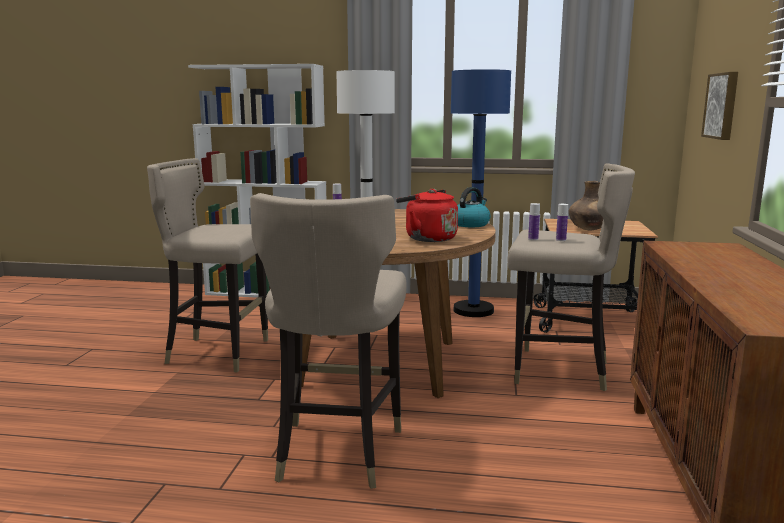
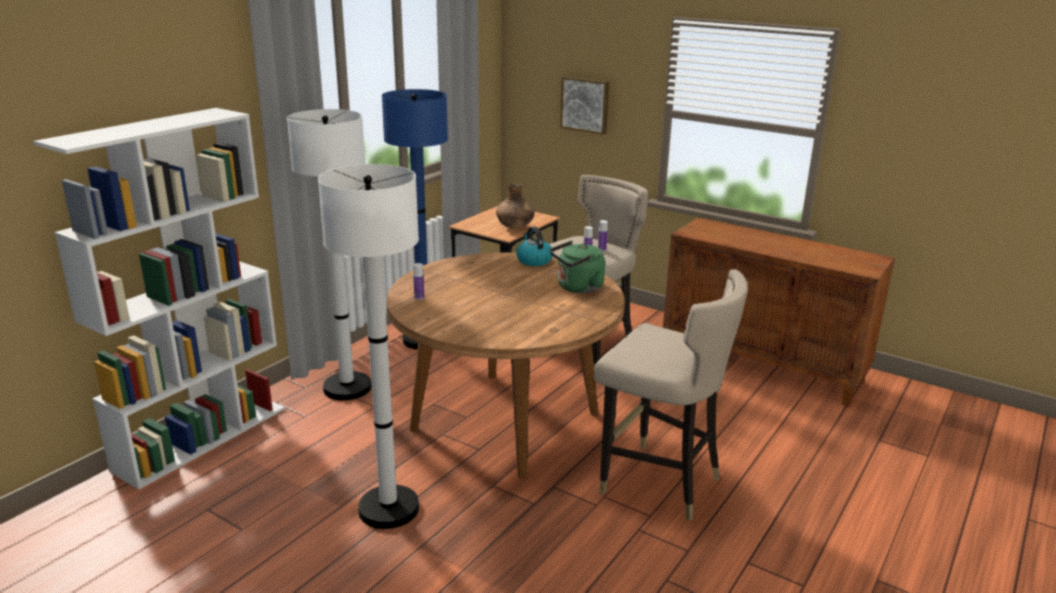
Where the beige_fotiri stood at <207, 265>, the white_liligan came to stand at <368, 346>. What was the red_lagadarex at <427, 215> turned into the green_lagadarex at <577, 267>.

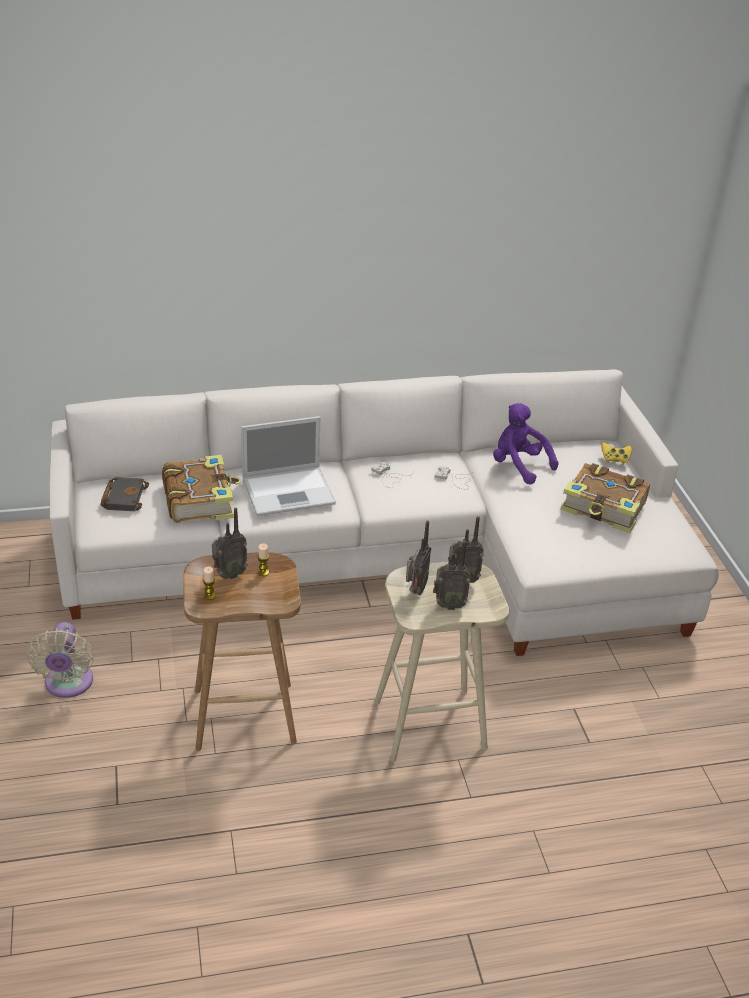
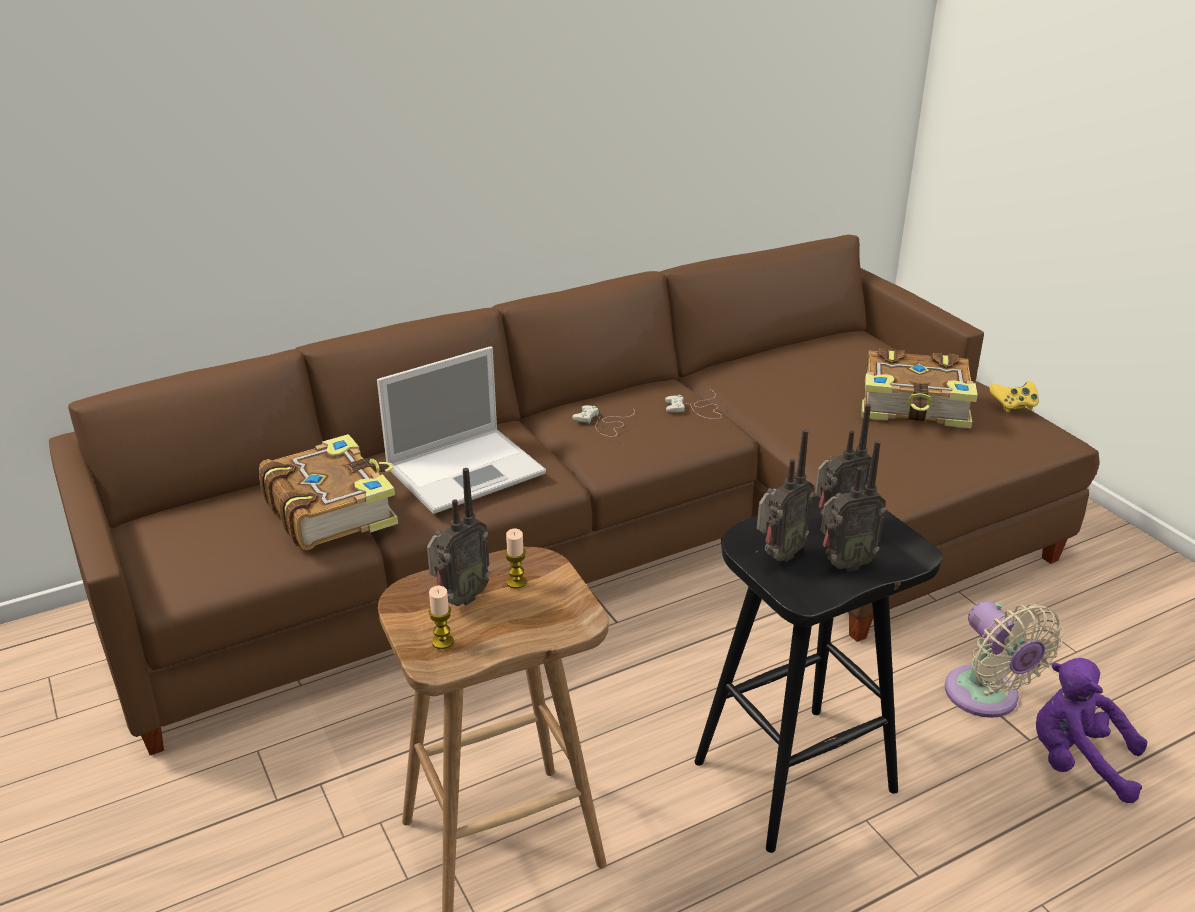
The second view lost the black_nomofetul at <124, 494>. The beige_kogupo ended up elsewhere, having gone from <60, 660> to <1004, 659>. The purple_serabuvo ended up elsewhere, having gone from <525, 444> to <1091, 730>. The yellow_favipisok ended up elsewhere, having gone from <616, 454> to <1014, 396>. What was the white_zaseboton at <384, 512> turned into the brown_zaseboton at <574, 495>. What was the beige_fotiri at <442, 661> turned into the black_fotiri at <818, 674>. The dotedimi at <418, 558> ended up facing another way, 45 degrees clockwise from before.

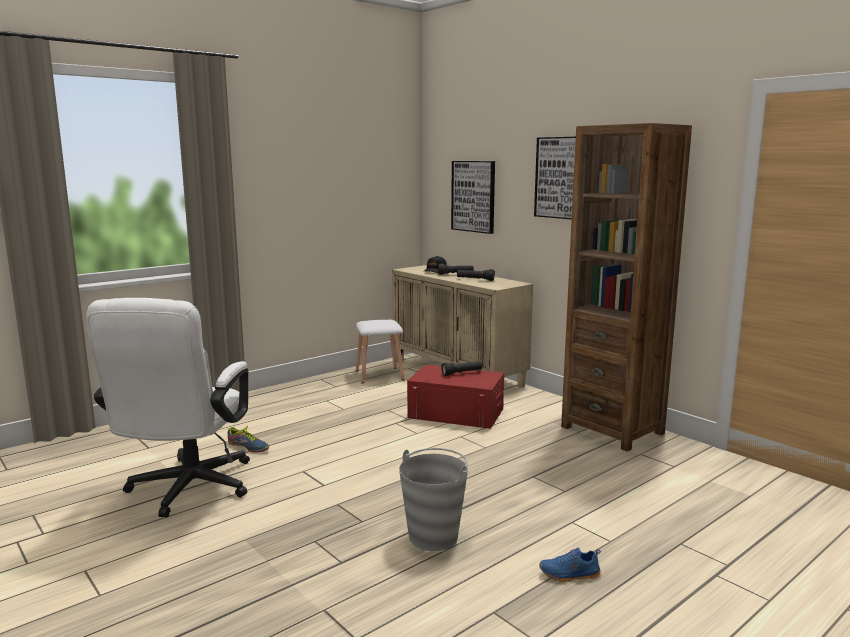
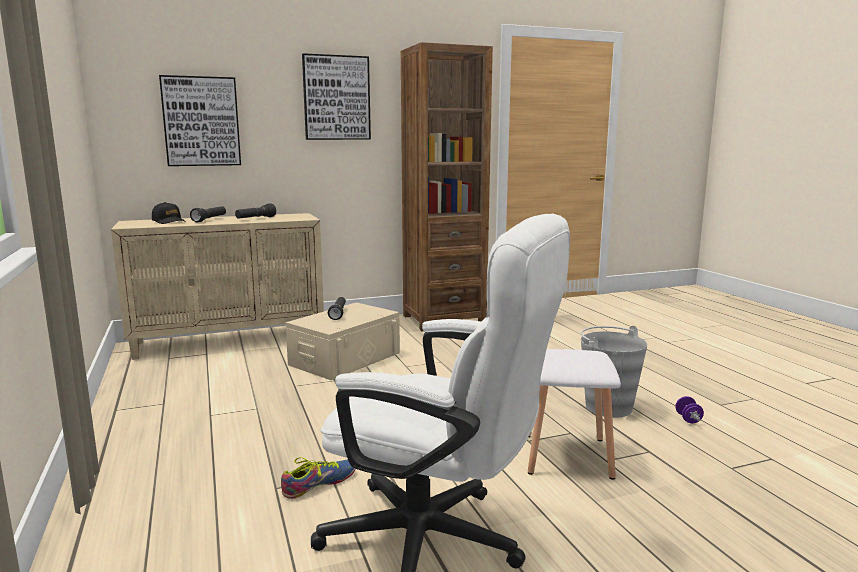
The second view lost the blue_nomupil at <570, 564>. The second view gained the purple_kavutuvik at <689, 409>. The white_fotiri ended up elsewhere, having gone from <380, 351> to <574, 414>. What was the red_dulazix at <455, 397> turned into the beige_dulazix at <342, 341>.

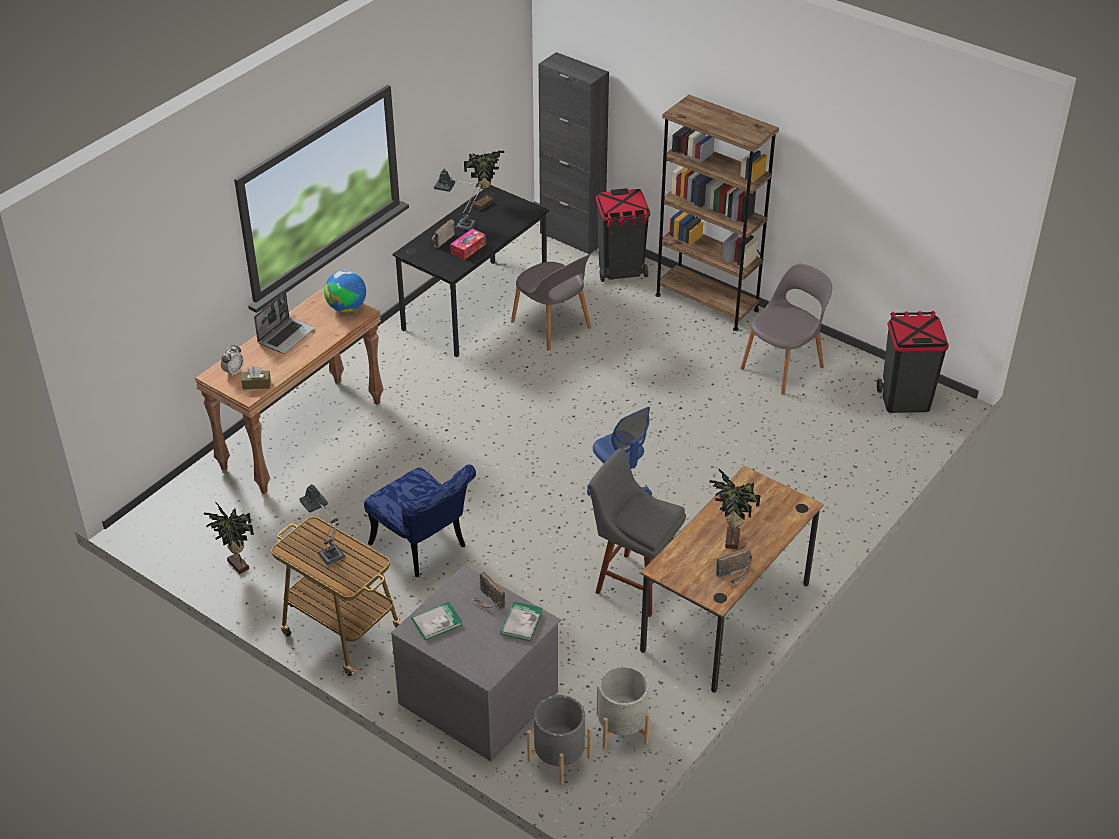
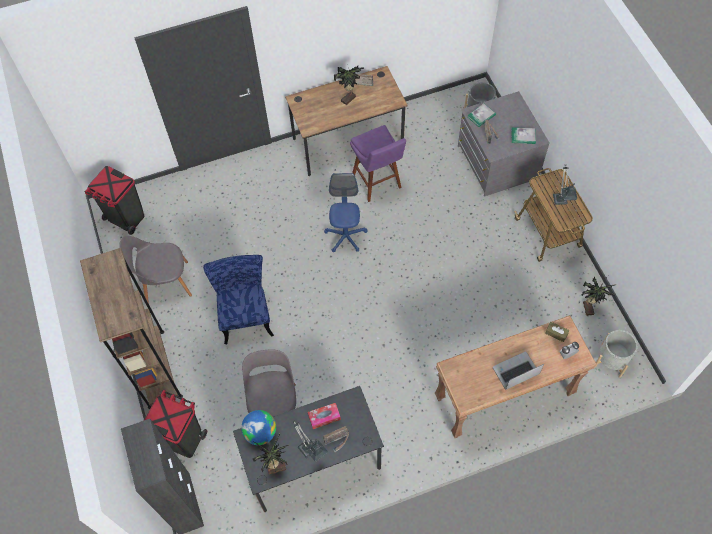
The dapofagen ended up elsewhere, having gone from <345, 291> to <258, 427>. The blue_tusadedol ended up elsewhere, having gone from <420, 520> to <238, 299>. The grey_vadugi ended up elsewhere, having gone from <623, 707> to <616, 354>. What was the grey_fotiri at <637, 532> turned into the purple_fotiri at <378, 163>.

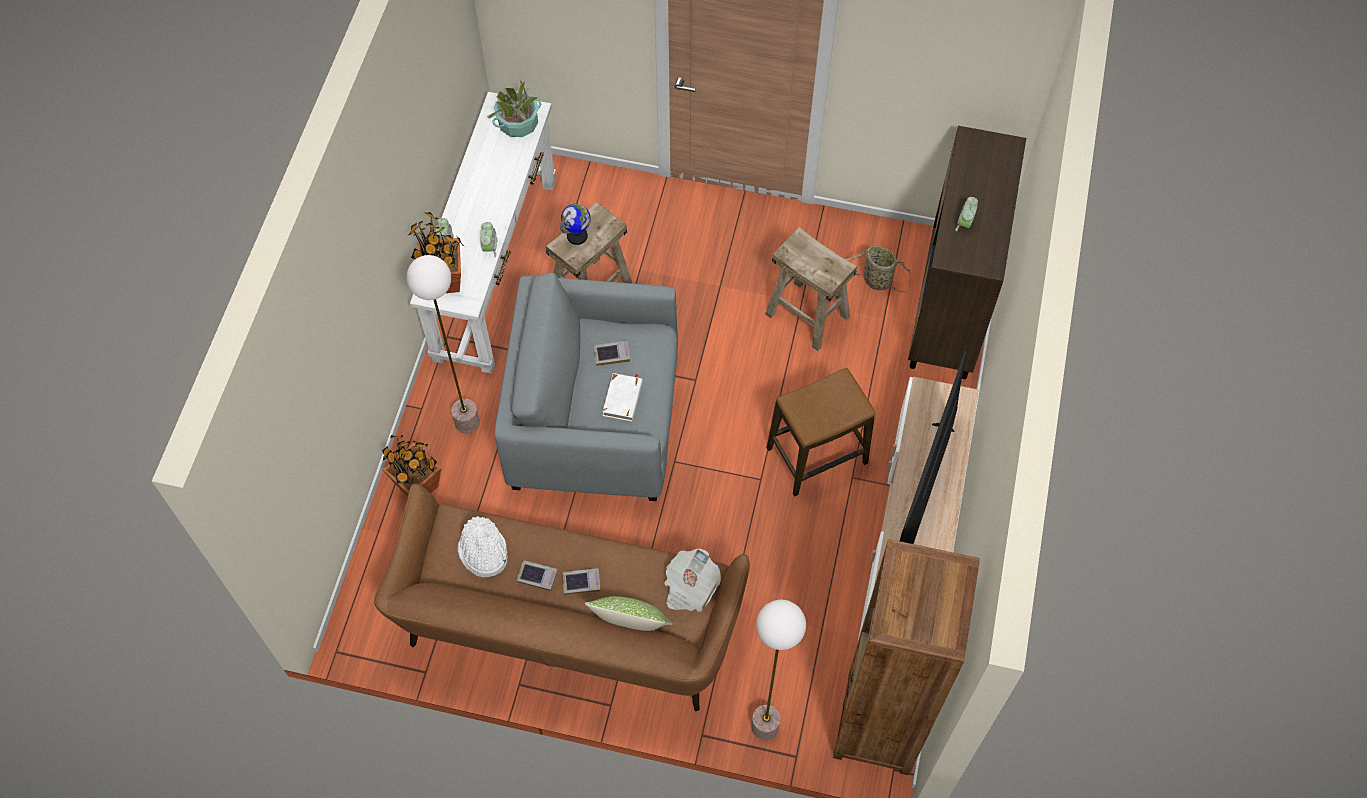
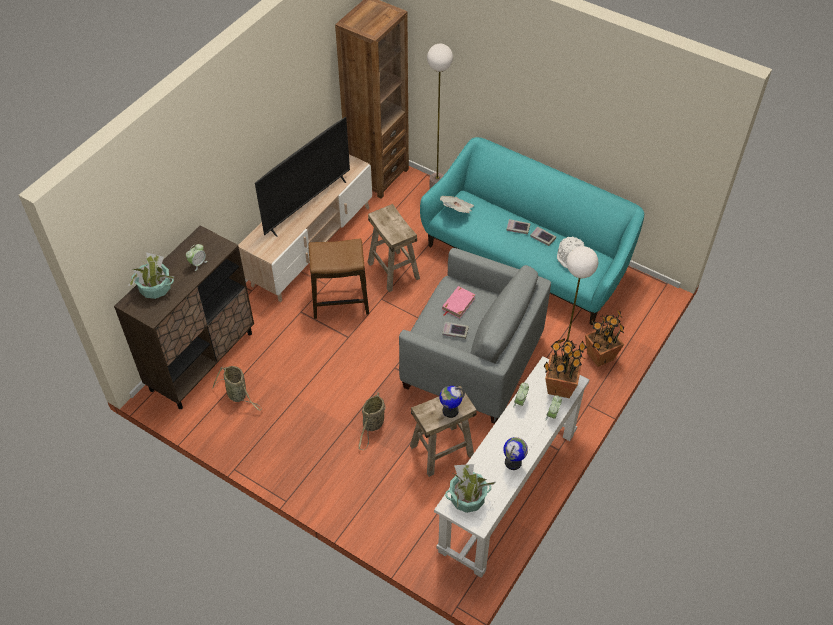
The second view lost the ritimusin at <629, 613>. The second view gained the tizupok at <151, 275>. The second view gained the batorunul at <372, 421>. The second view gained the dapofagen at <515, 453>. The beige_fotiri ended up elsewhere, having gone from <811, 289> to <393, 248>. What was the brown_zaseboton at <562, 597> turned into the turquoise_zaseboton at <532, 231>. What was the white_nomofetul at <622, 397> turned into the pink_nomofetul at <459, 302>.

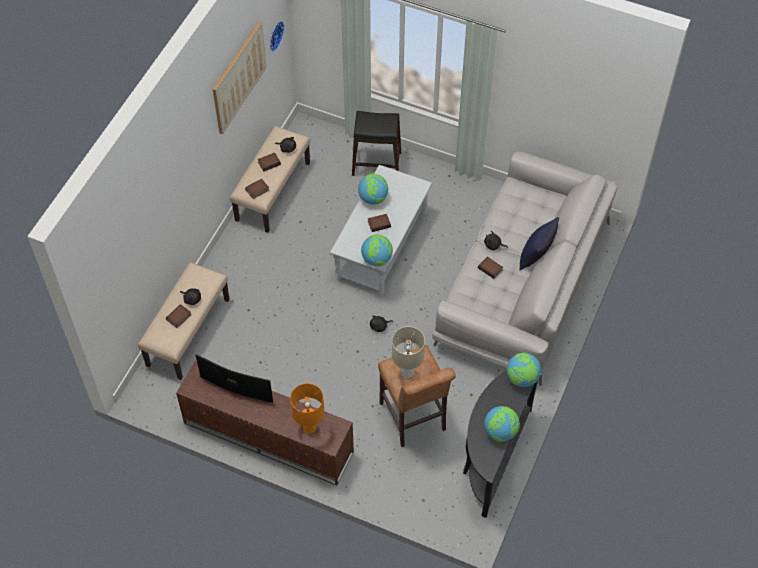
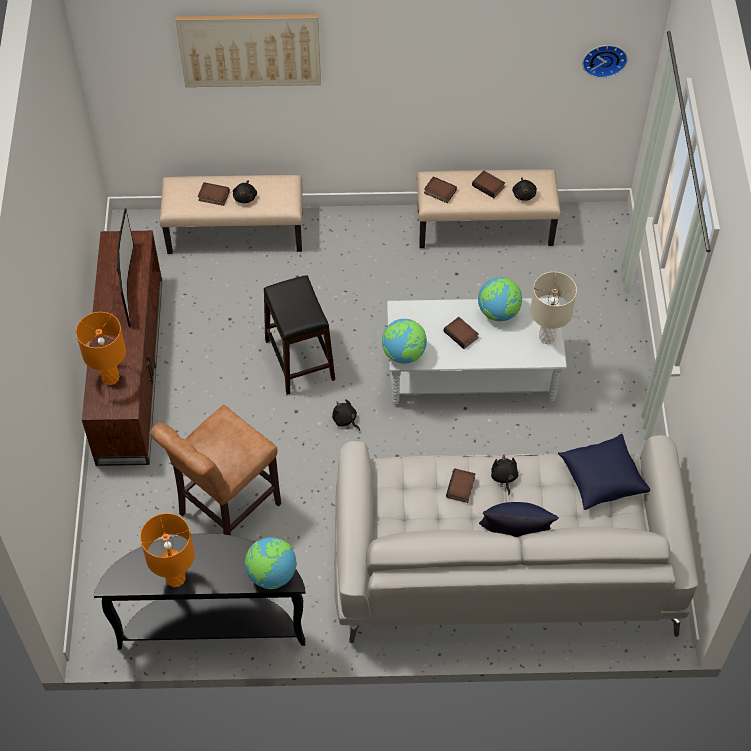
The second view gained the blue_ritimusin at <604, 472>. The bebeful ended up elsewhere, having gone from <240, 78> to <248, 50>. The black_fotiri ended up elsewhere, having gone from <376, 143> to <299, 335>. The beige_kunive ended up elsewhere, having gone from <408, 352> to <553, 308>. Where the dapofagen stood at <502, 424>, the orange_kunive came to stand at <167, 550>.

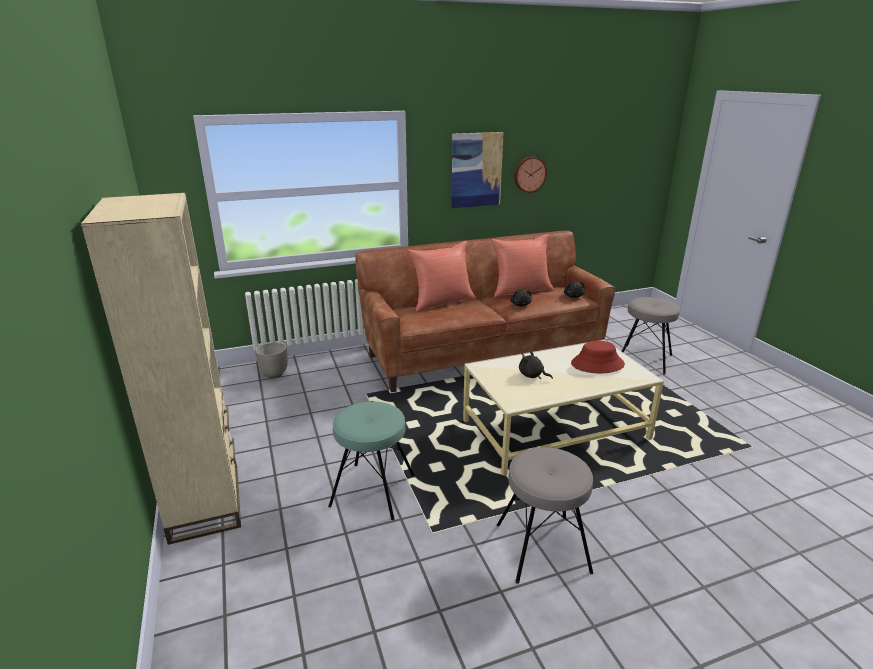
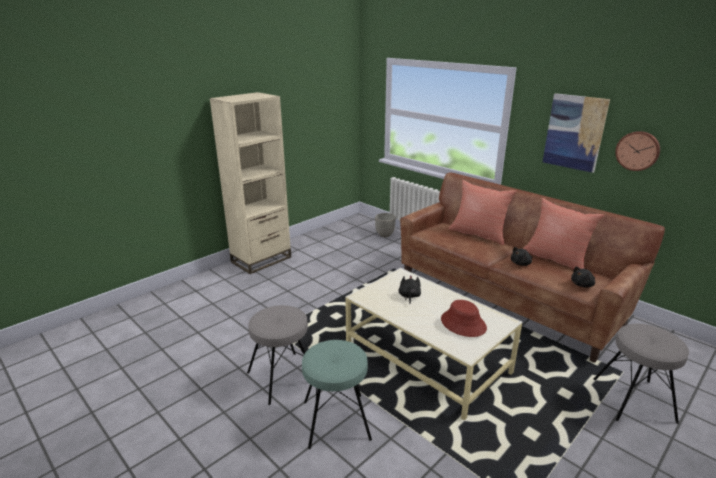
The turquoise_fotiri ended up elsewhere, having gone from <371, 461> to <337, 394>.

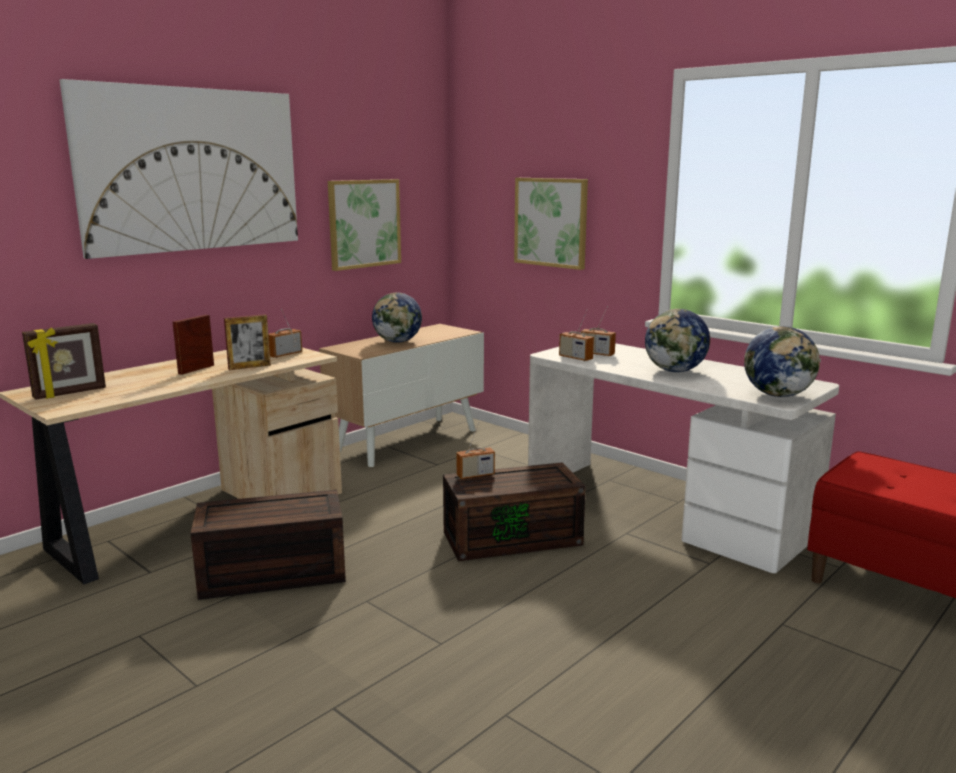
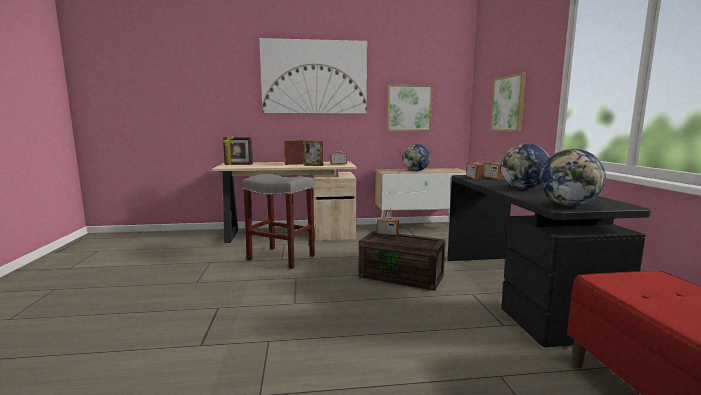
Where the brown_dulazix stood at <268, 545>, the grey_fotiri came to stand at <278, 221>. What was the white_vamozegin at <683, 458> turned into the black_vamozegin at <549, 261>.

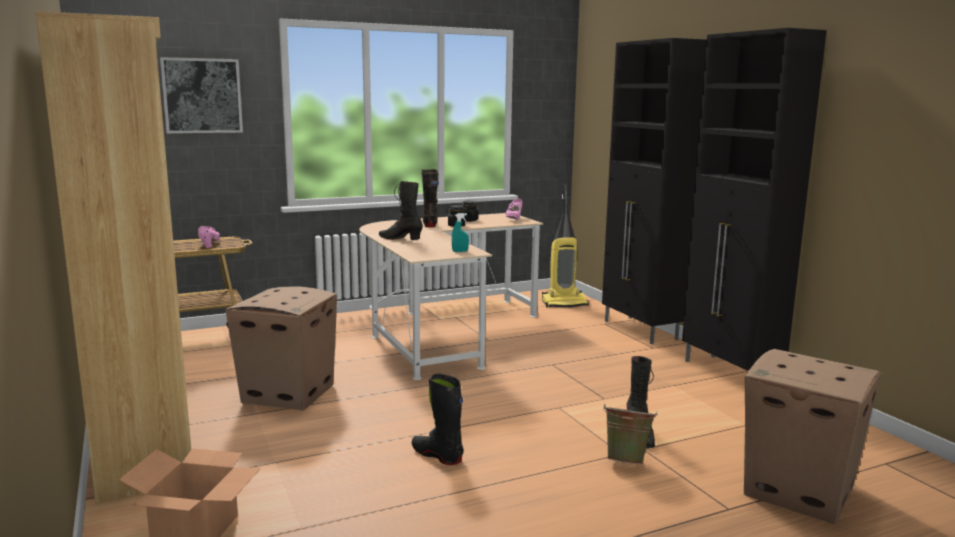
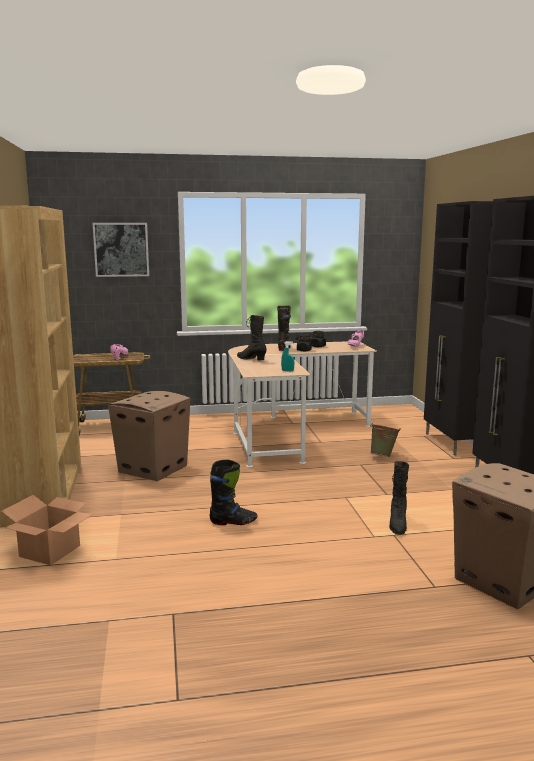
The second view lost the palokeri at <565, 245>. The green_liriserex ended up elsewhere, having gone from <630, 434> to <385, 440>. The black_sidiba at <437, 419> ended up facing another way, 120 degrees clockwise from before.

